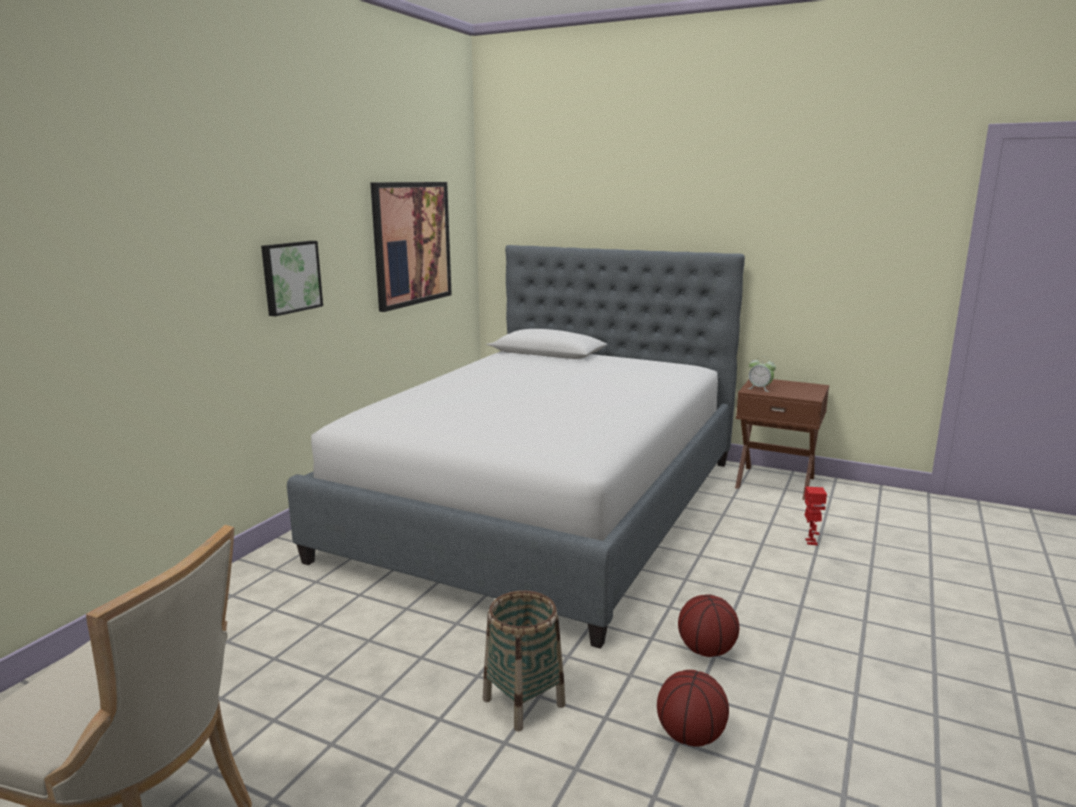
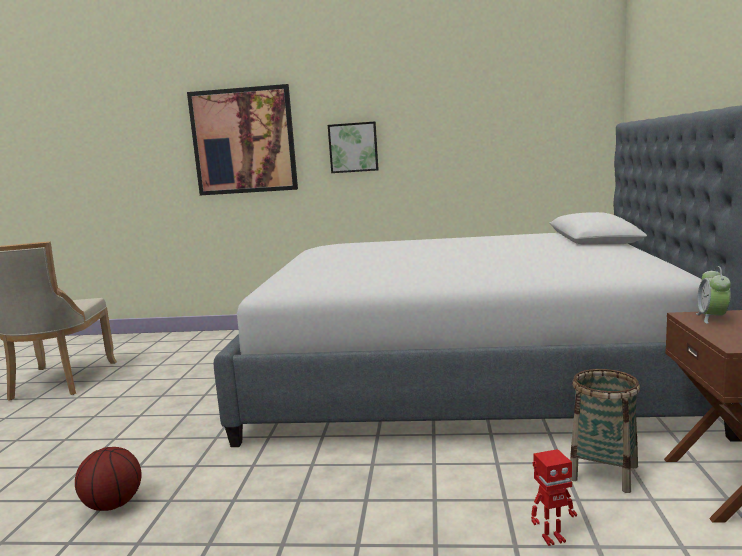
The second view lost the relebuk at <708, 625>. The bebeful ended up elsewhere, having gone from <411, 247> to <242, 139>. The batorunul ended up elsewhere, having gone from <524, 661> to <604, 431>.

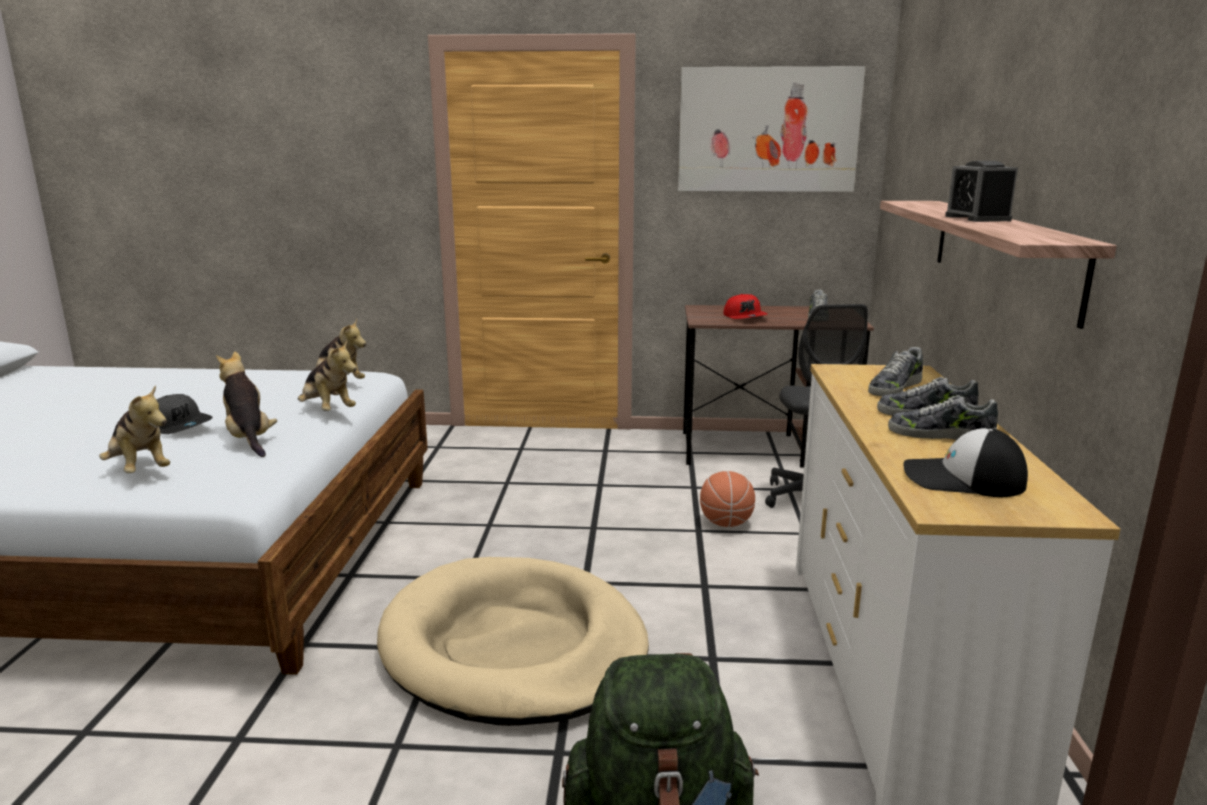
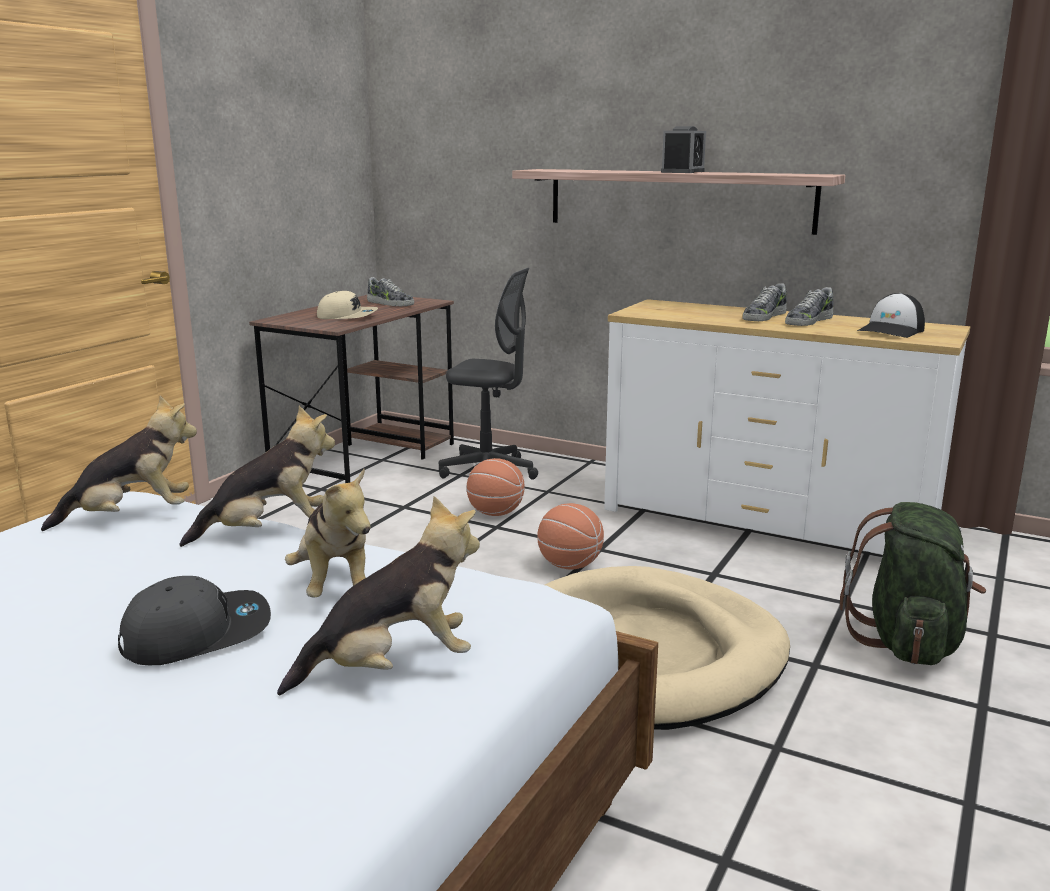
The second view lost the bebeful at <771, 129>. The second view lost the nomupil at <895, 371>. The second view gained the relebuk at <570, 536>. What was the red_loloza at <745, 306> turned into the beige_loloza at <347, 305>. The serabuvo at <246, 404> ended up facing another way, 105 degrees counterclockwise from before. The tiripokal at <981, 191> ended up facing another way, 75 degrees counterclockwise from before.

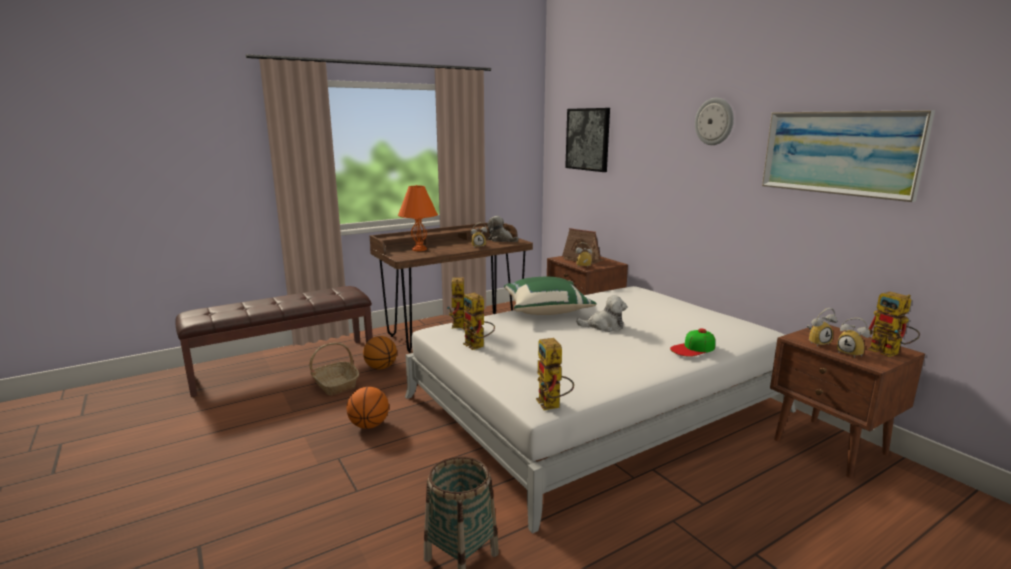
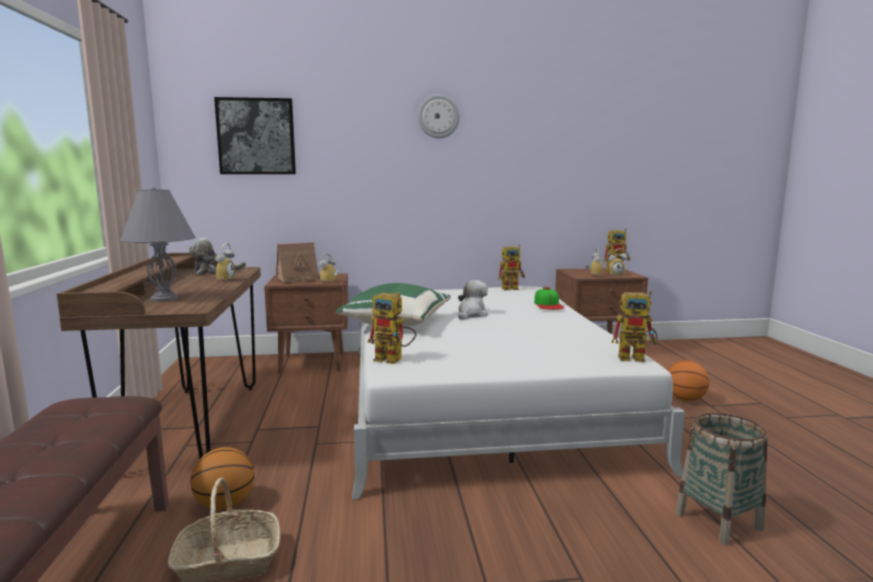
The second view lost the bebeful at <848, 156>. The relebuk ended up elsewhere, having gone from <368, 408> to <688, 380>. The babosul ended up elsewhere, having gone from <478, 321> to <511, 267>. What was the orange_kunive at <418, 218> turned into the grey_kunive at <158, 244>.

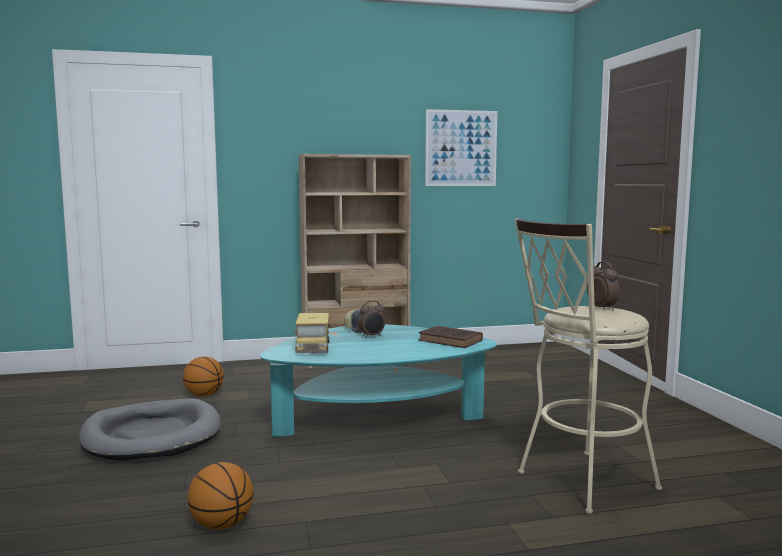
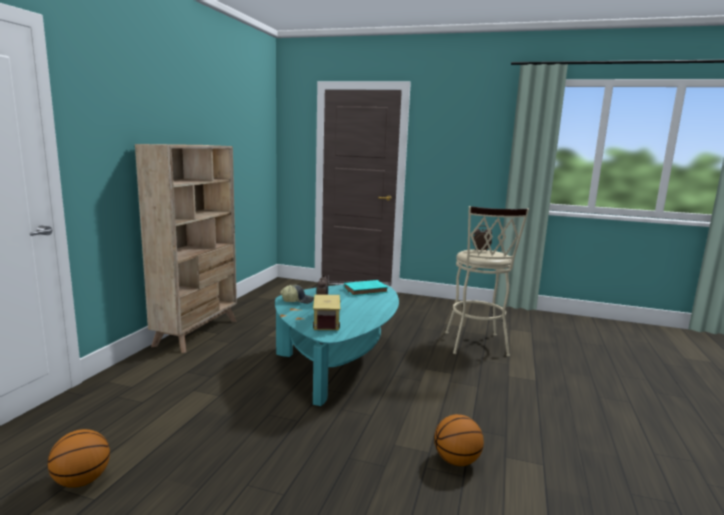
The second view lost the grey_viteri at <150, 429>. The second view lost the bebeful at <461, 147>. The relebuk ended up elsewhere, having gone from <203, 377> to <79, 458>. What was the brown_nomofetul at <451, 337> turned into the turquoise_nomofetul at <366, 288>. The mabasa at <311, 333> ended up facing another way, 120 degrees counterclockwise from before.

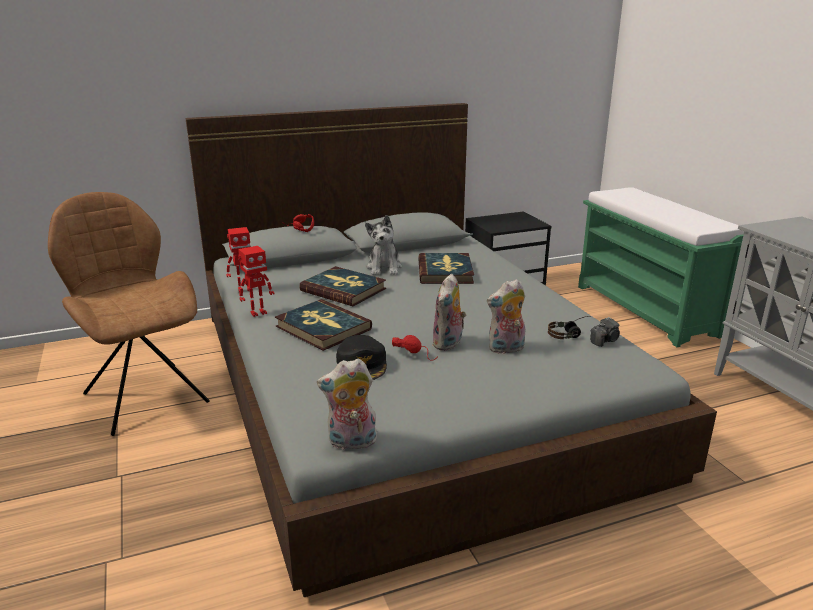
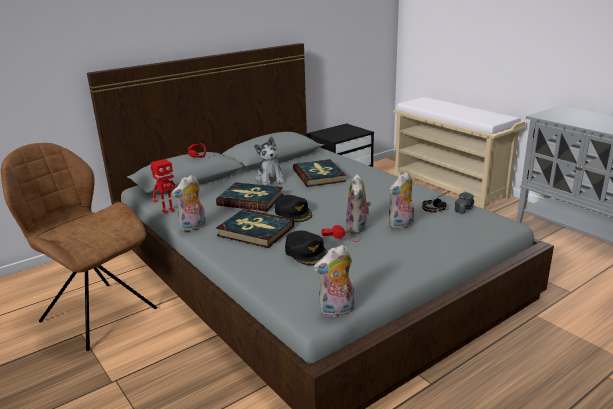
The second view gained the black_loloza at <293, 208>. Where the babosul stood at <256, 281>, the serabuvo came to stand at <188, 203>. What was the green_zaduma at <661, 267> turned into the beige_zaduma at <459, 153>.

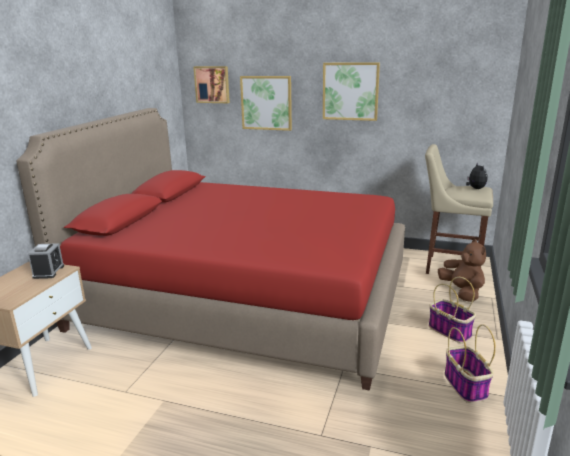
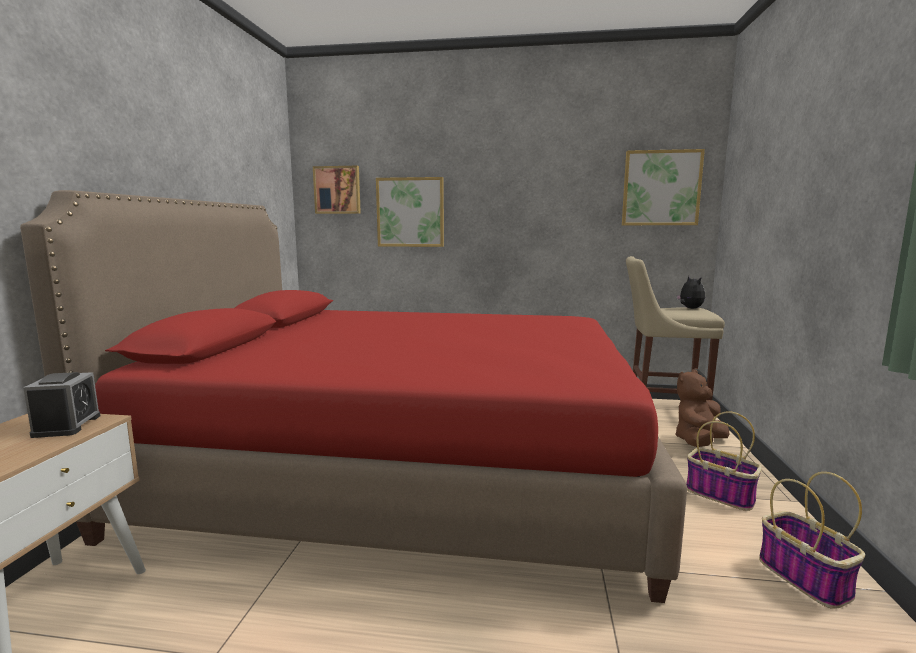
The bebeful ended up elsewhere, having gone from <351, 91> to <663, 187>. The brown_serabuvo at <462, 270> ended up facing another way, 105 degrees counterclockwise from before.

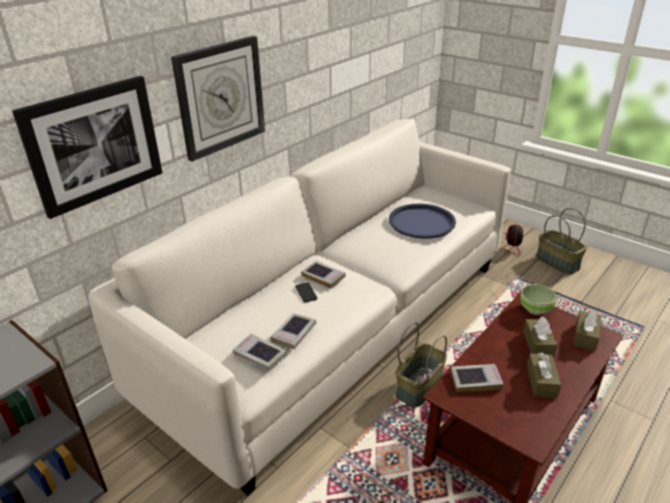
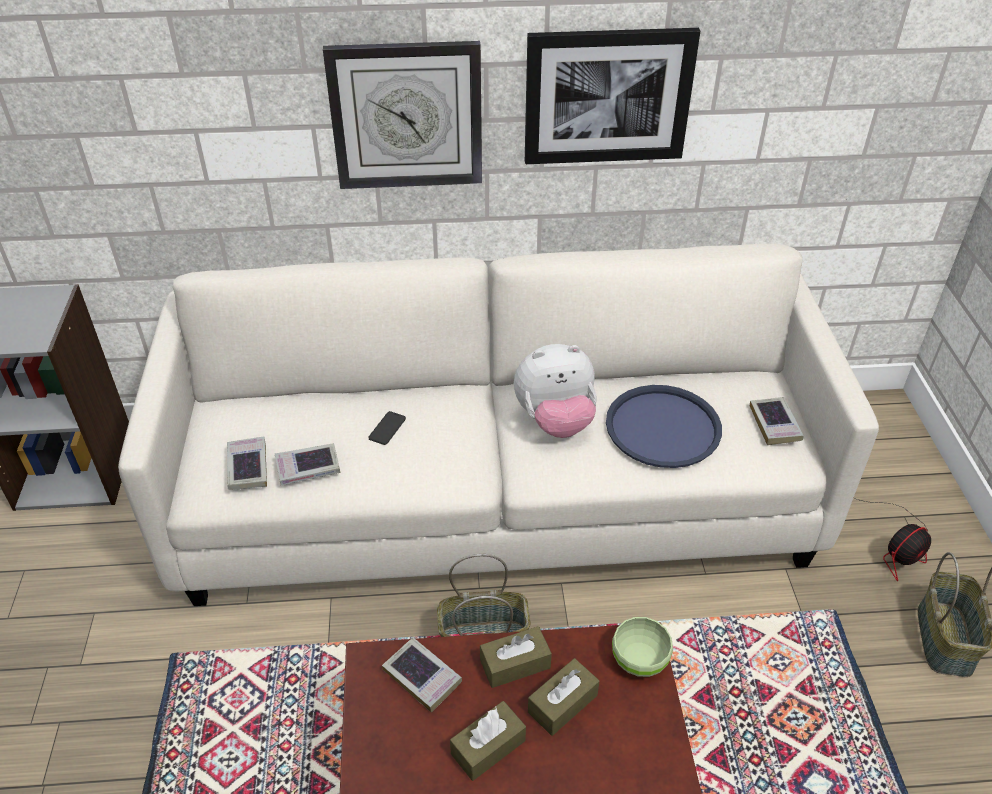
The second view gained the serabuvo at <555, 391>. The bebeful ended up elsewhere, having gone from <87, 147> to <612, 96>. The nomofetul ended up elsewhere, having gone from <323, 275> to <777, 421>. The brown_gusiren ended up elsewhere, having gone from <587, 330> to <516, 657>.

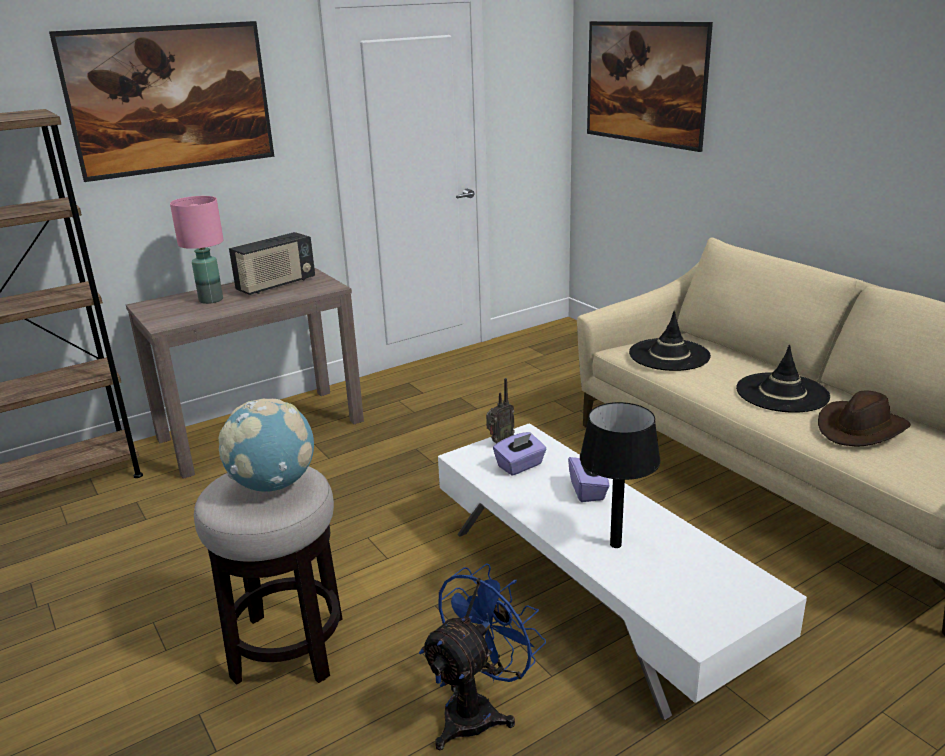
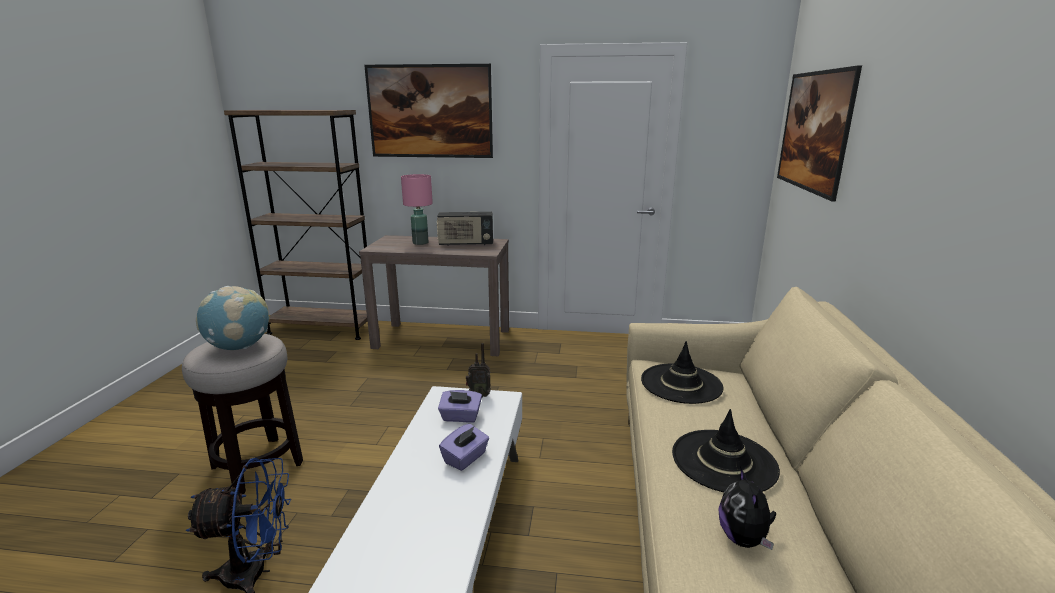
The second view lost the black_kunive at <620, 475>. Where the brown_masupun stood at <864, 419>, the serabuvo came to stand at <747, 509>.

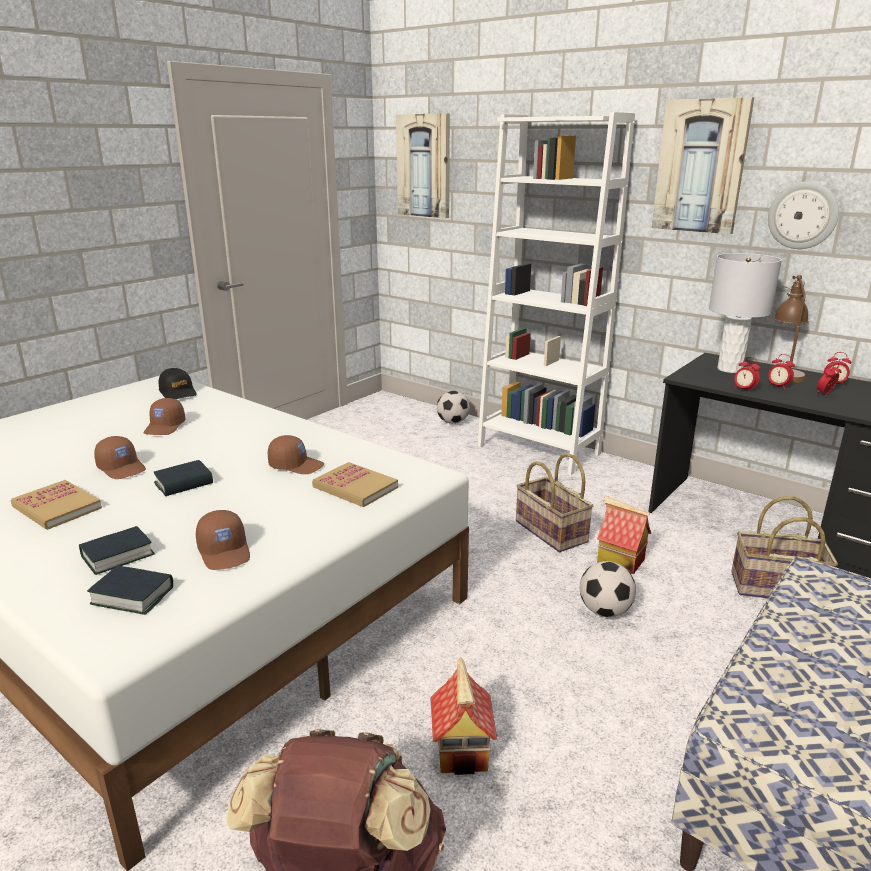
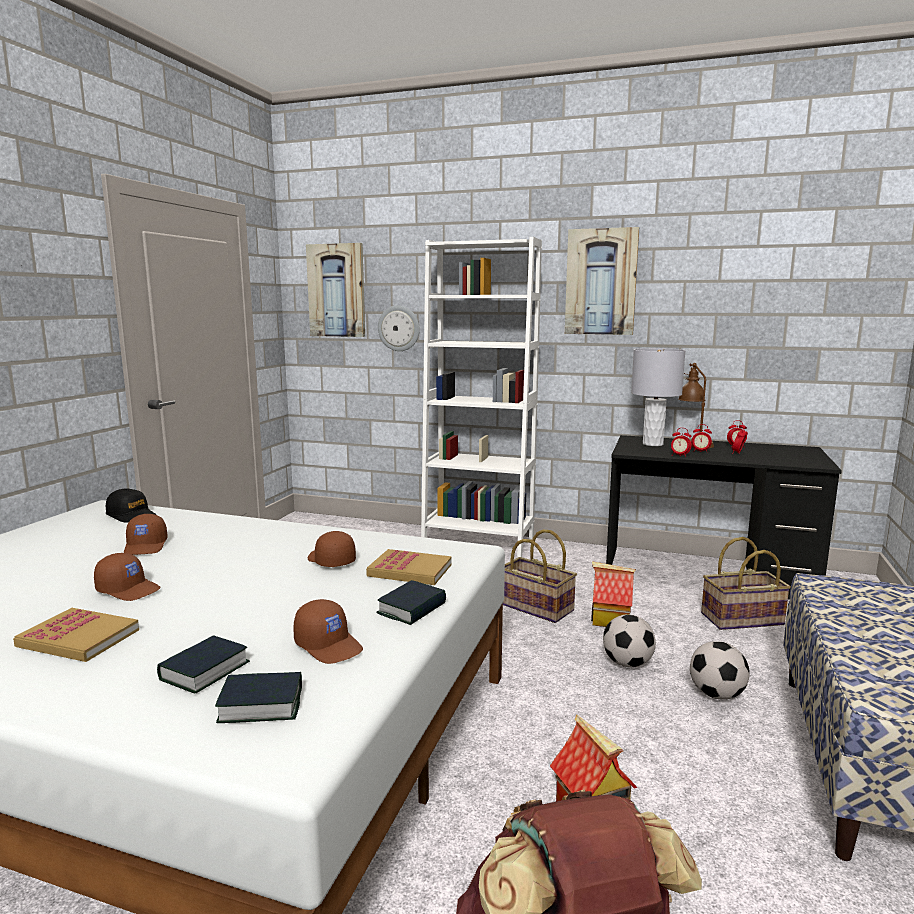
The nomofetul ended up elsewhere, having gone from <183, 478> to <411, 602>. The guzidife ended up elsewhere, having gone from <453, 407> to <720, 670>. The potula ended up elsewhere, having gone from <803, 215> to <399, 328>. The brown_loloza at <296, 454> ended up facing another way, 120 degrees counterclockwise from before.

